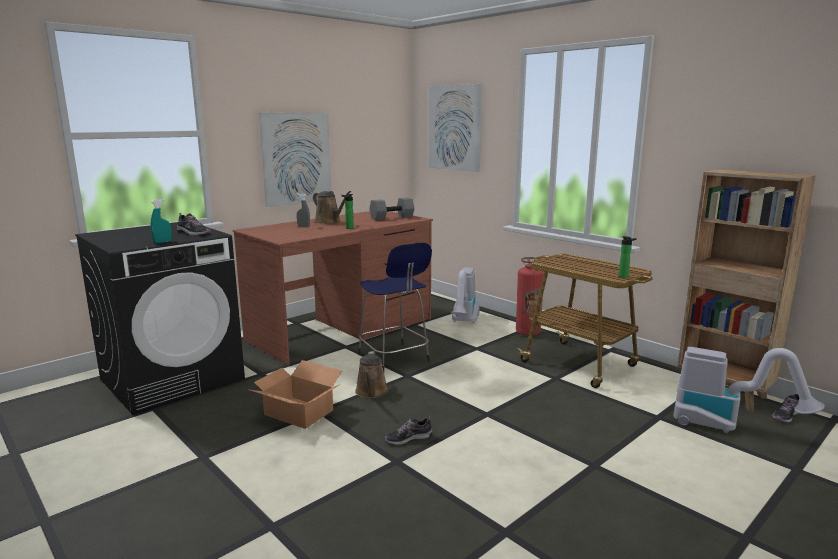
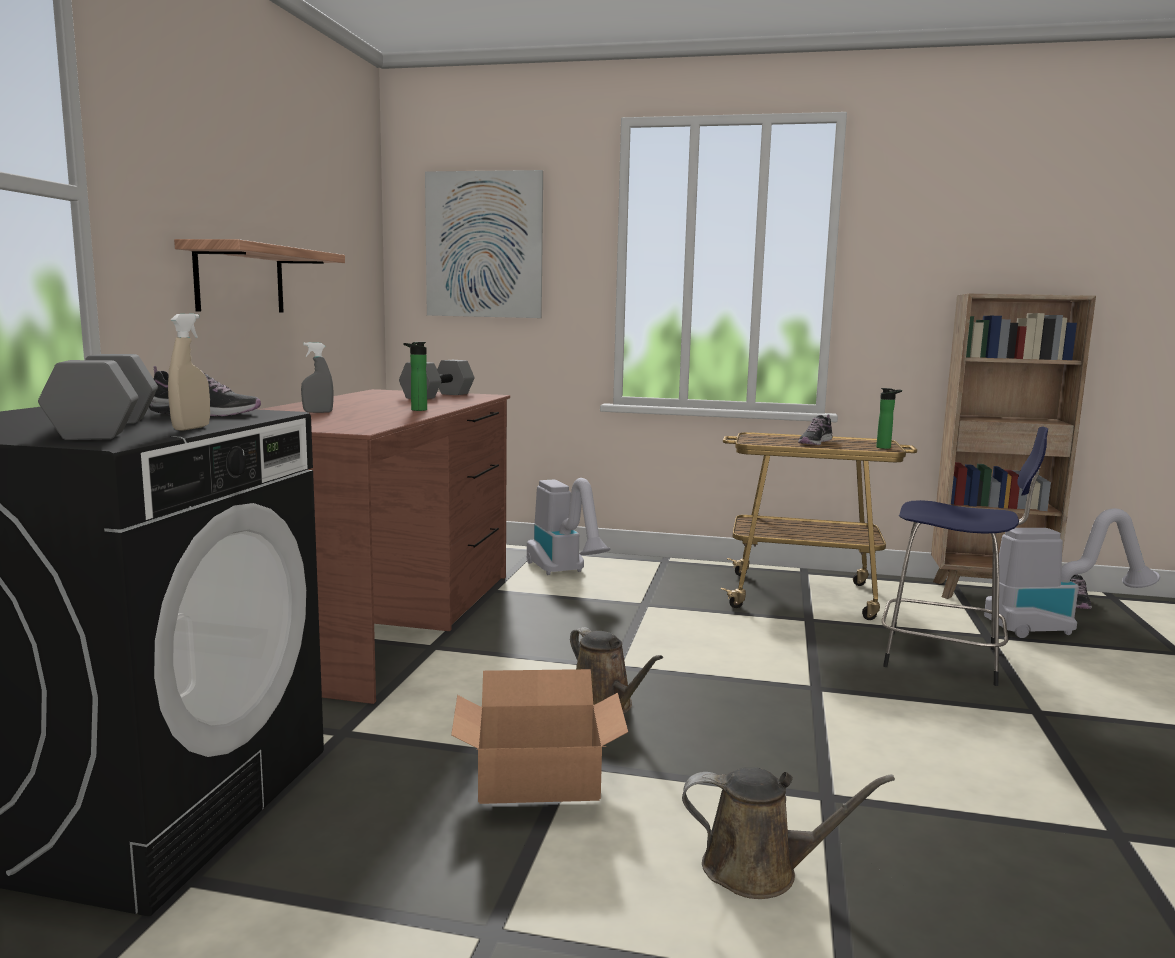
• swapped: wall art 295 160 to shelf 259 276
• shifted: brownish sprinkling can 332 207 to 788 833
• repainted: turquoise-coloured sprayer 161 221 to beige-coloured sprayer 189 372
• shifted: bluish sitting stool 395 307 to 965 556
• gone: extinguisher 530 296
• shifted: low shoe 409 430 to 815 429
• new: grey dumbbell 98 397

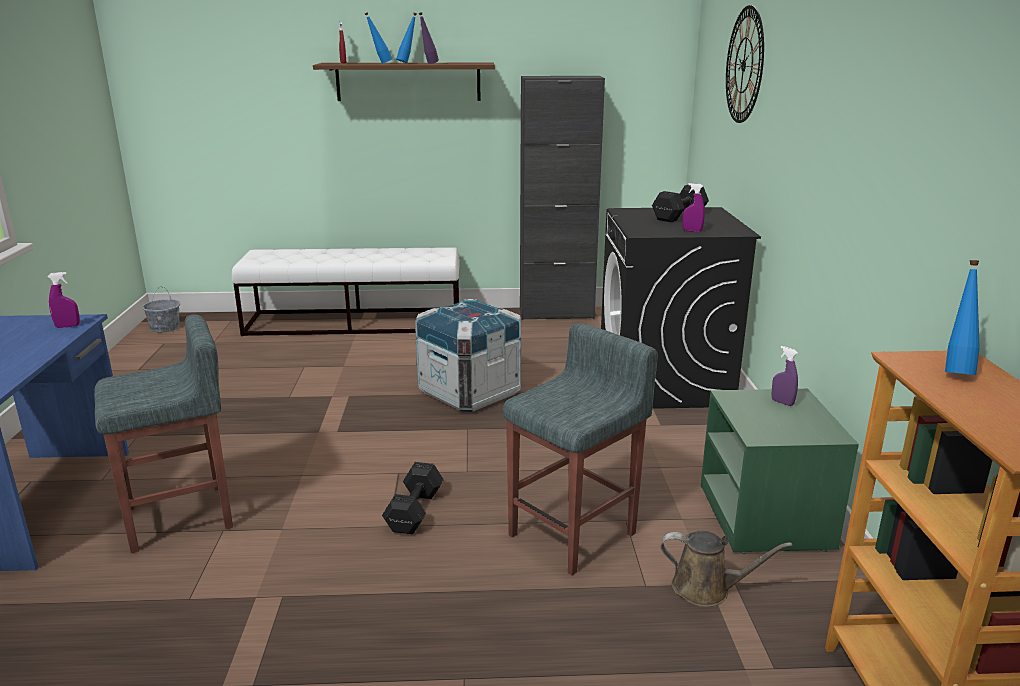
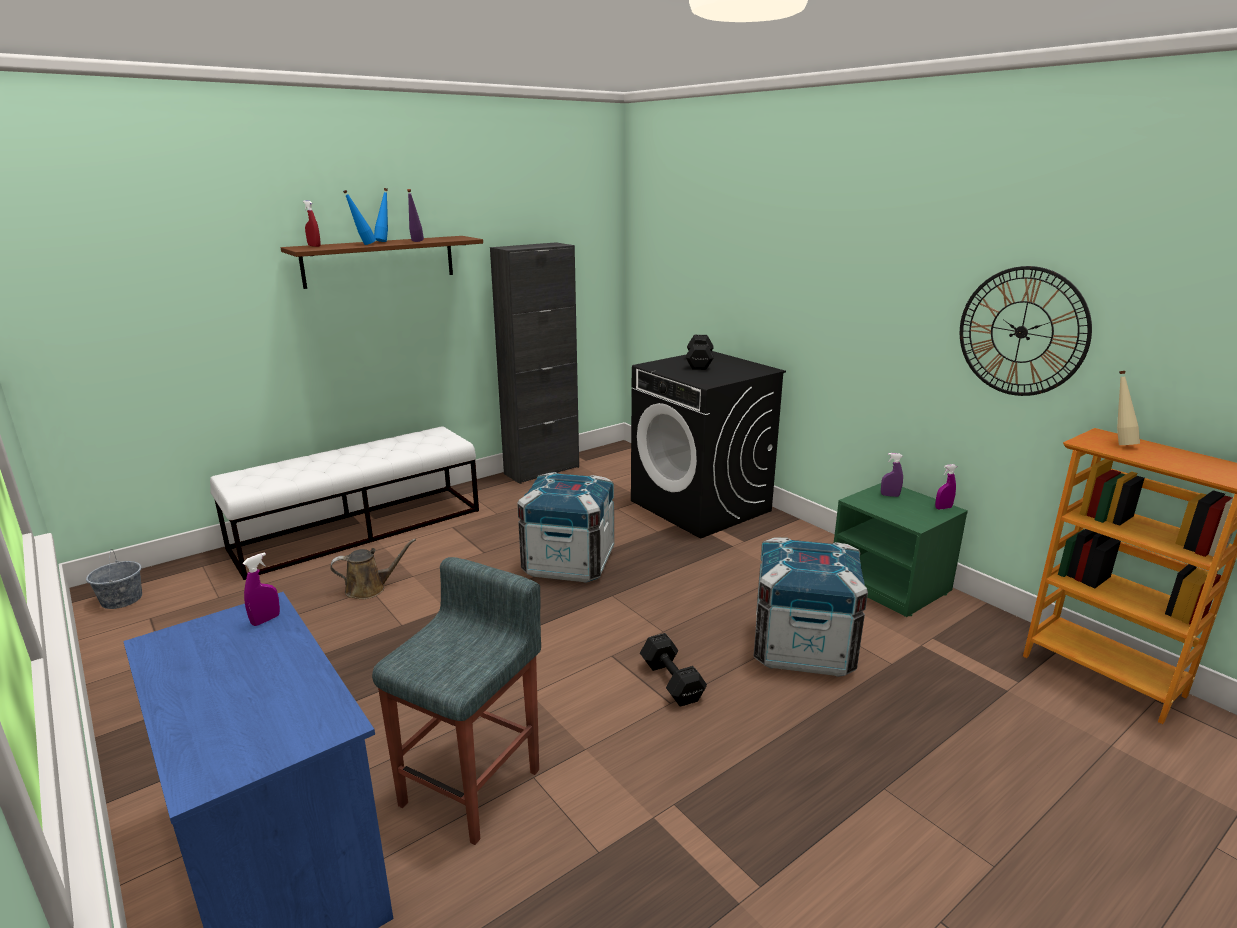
• shifted: hanging clock 745 64 to 1026 331
• shifted: purplish sprayer 693 207 to 946 486
• repainted: bluish drink bottle 962 317 to beige-coloured drink bottle 1128 408
• swapped: grey sitting stool 580 449 to shipping crate 811 607
• shifted: brownish sprinkling can 726 569 to 373 569

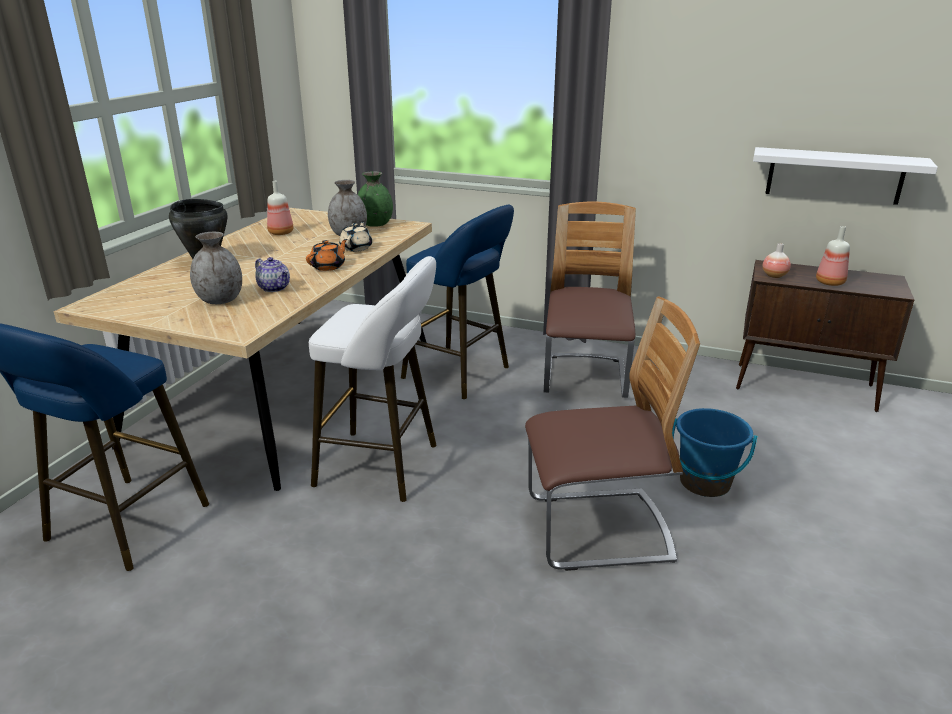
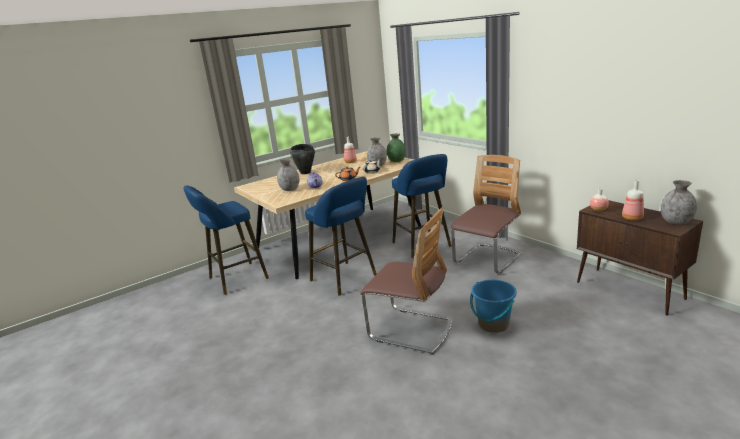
• gone: whitish shelf 845 176
• repainted: whitish sitting stool 373 379 to bluish sitting stool 341 236
• new: grey vase 679 202

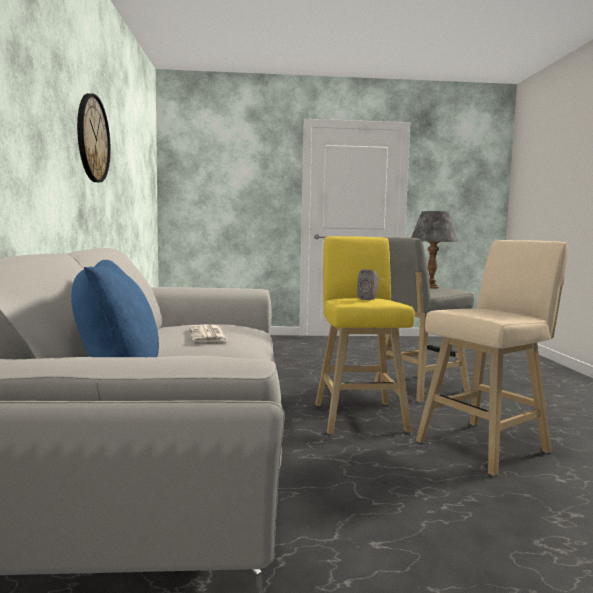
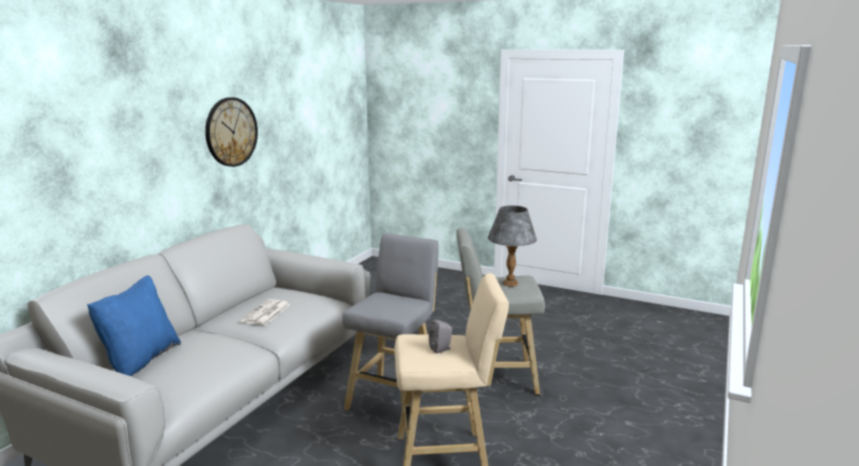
• repainted: yellow sitting stool 365 335 to grey sitting stool 390 321
• shifted: grey audio speaker 368 284 to 440 337

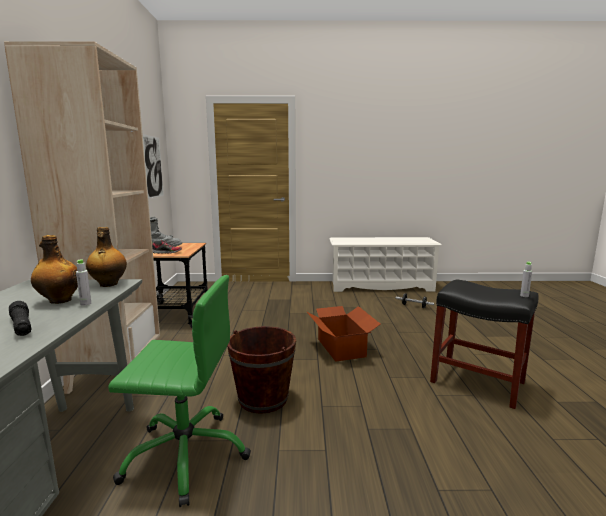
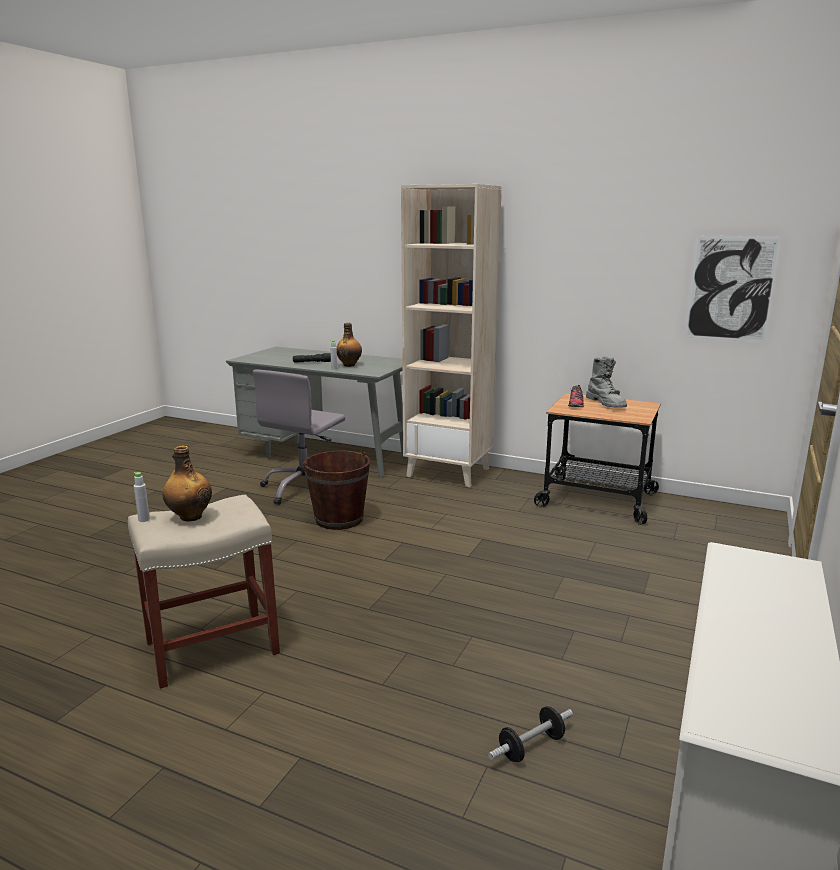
• shifted: drink bottle 106 257 to 187 484
• repainted: green computer chair 179 391 to grey computer chair 299 437
• repainted: black-coloured sitting stool 484 344 to beige-coloured sitting stool 204 592
• gone: carton 343 334

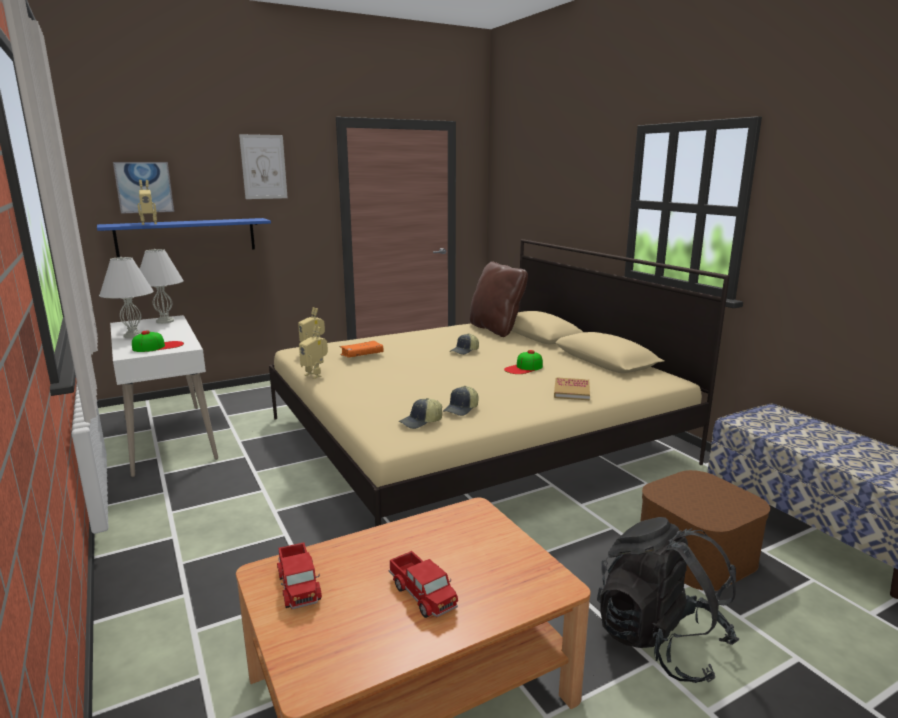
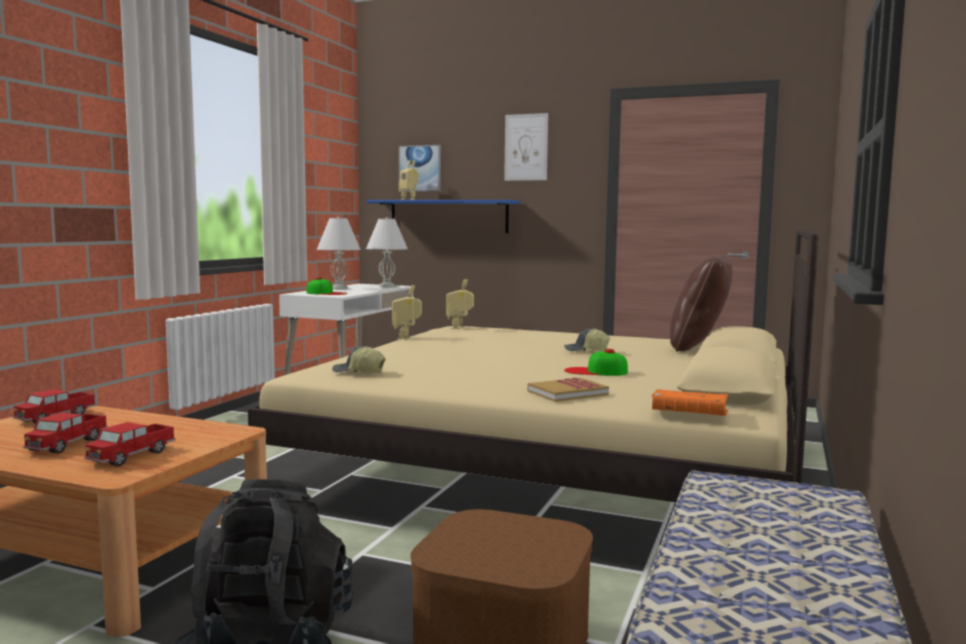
• shifted: orange volume 362 349 to 690 402
• gone: cap 460 401
• new: toy lorry 130 444

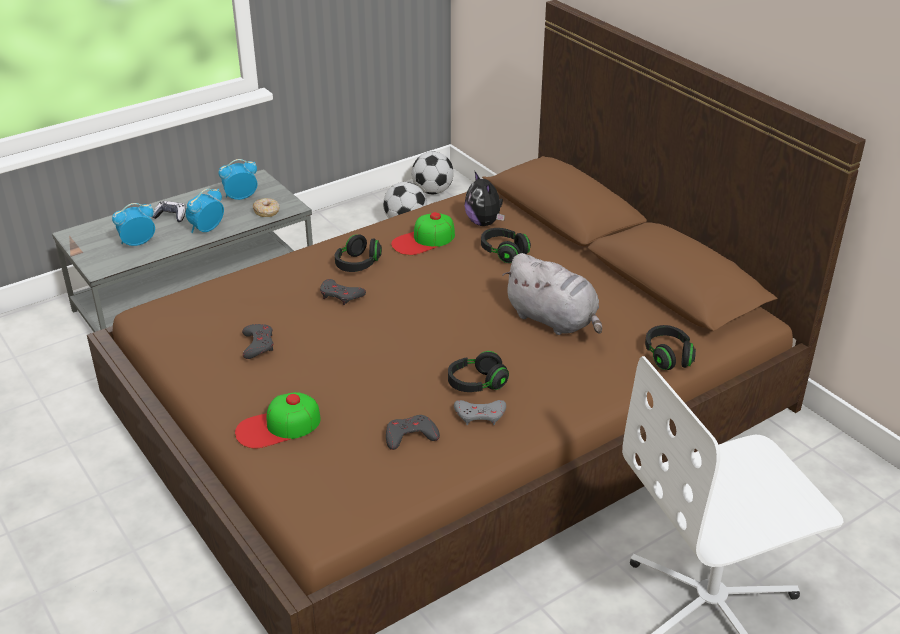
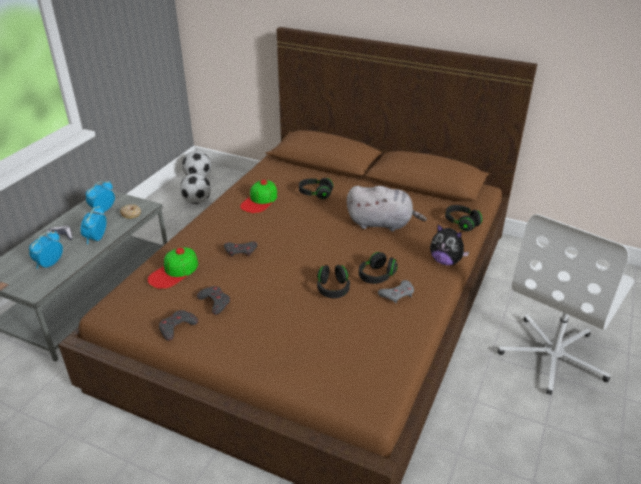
• shifted: soft toy 485 199 to 449 244
• shifted: black-coloured pair of headphones 358 253 to 333 281
• shifted: cap 278 420 to 173 268
• shifted: grey game controller 413 432 to 178 325

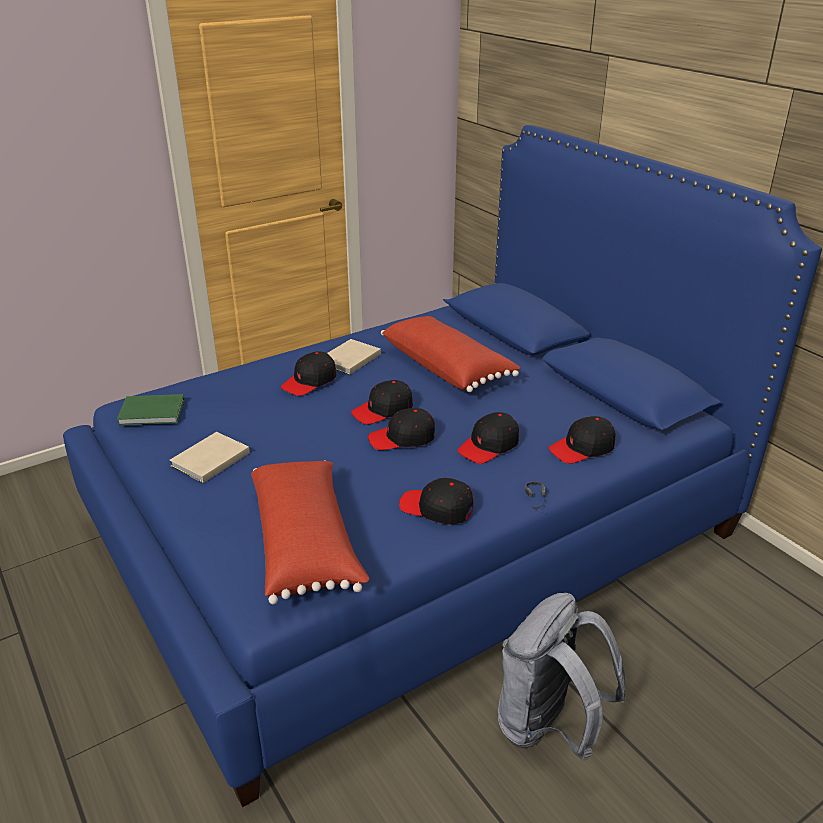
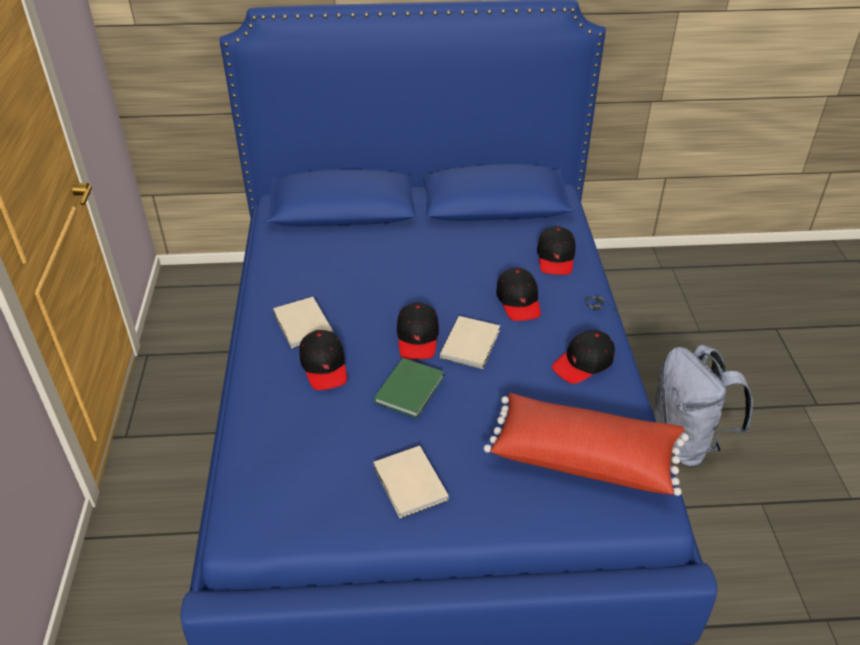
• gone: red cushion 450 354
• shifted: green volume 151 409 to 409 388
• swapped: black-coloured cap 401 429 to beige-coloured volume 470 342

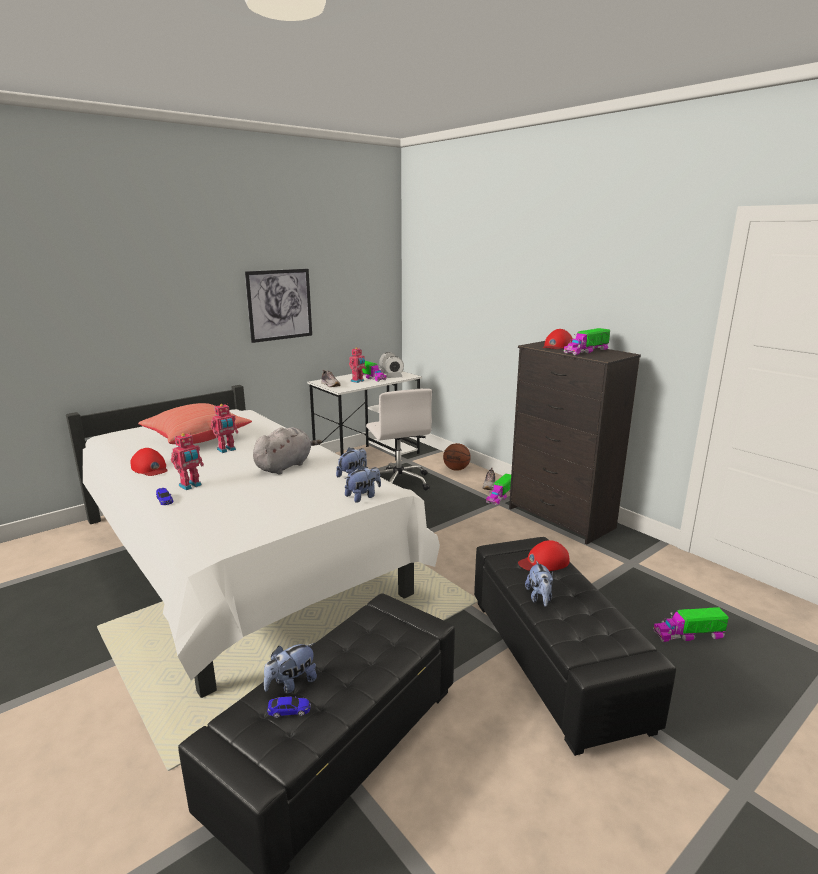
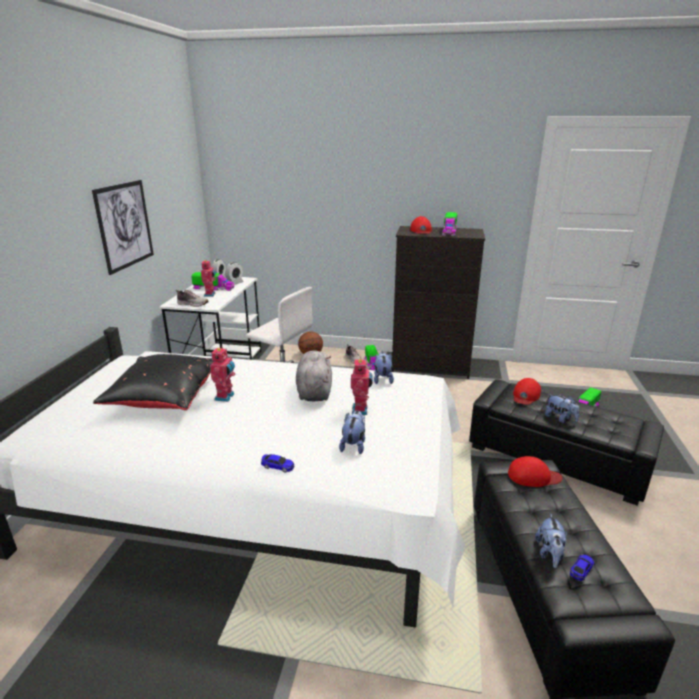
• repainted: red cushion 195 423 to black-coloured cushion 153 382
• shifted: toy robot 187 461 to 361 386
• shifted: red cap 149 462 to 535 471
• shifted: soft toy 363 484 to 352 432

